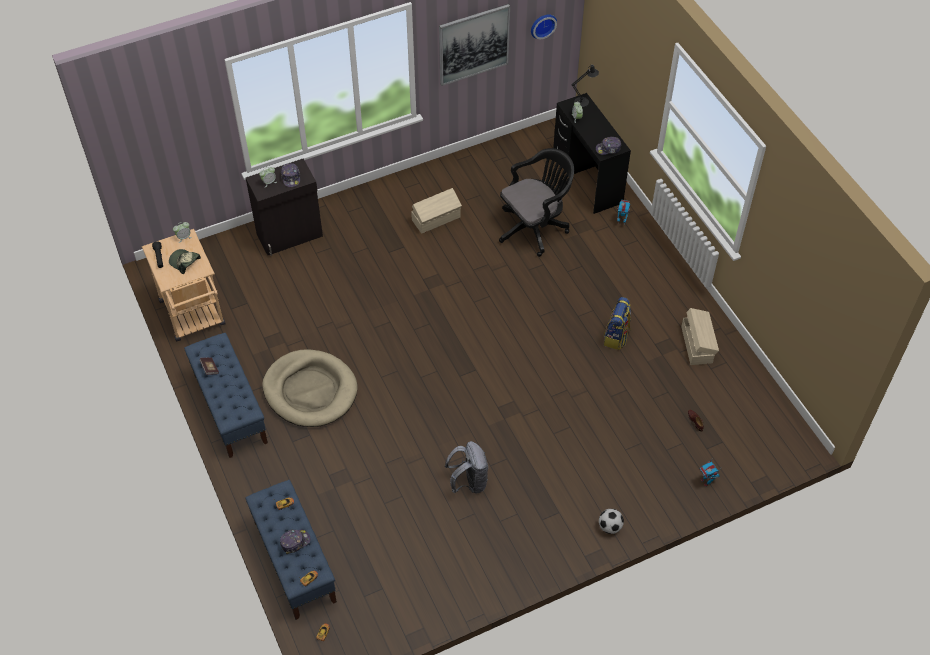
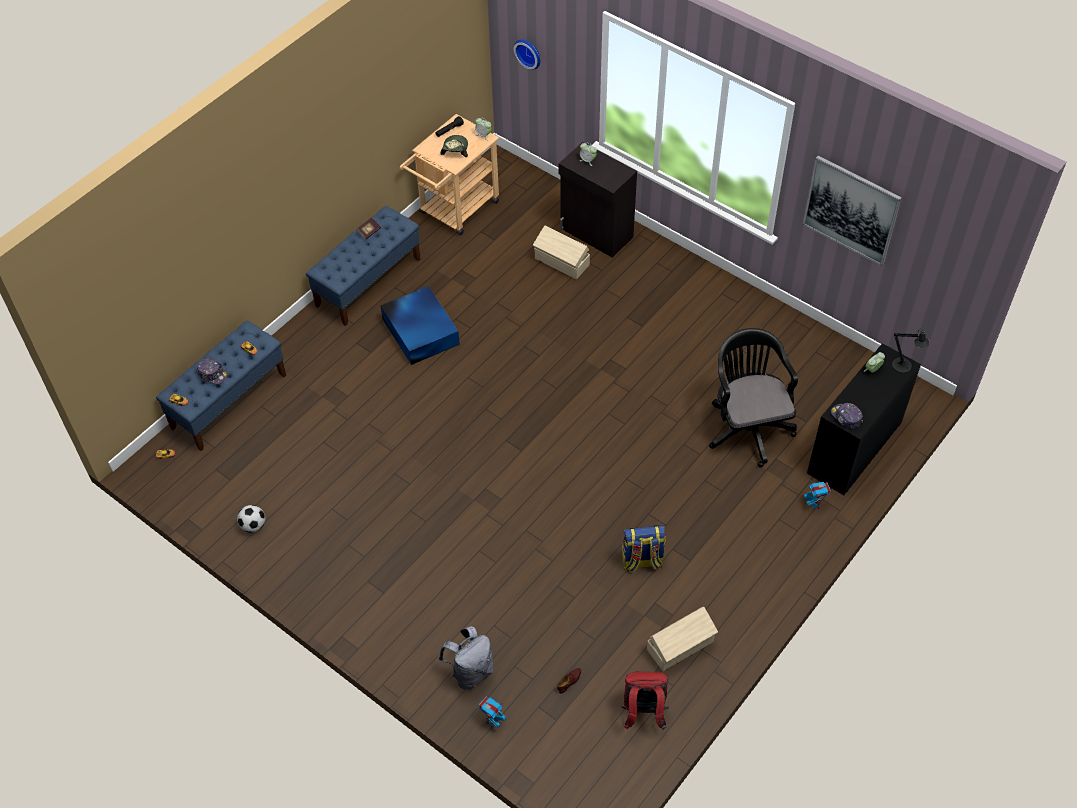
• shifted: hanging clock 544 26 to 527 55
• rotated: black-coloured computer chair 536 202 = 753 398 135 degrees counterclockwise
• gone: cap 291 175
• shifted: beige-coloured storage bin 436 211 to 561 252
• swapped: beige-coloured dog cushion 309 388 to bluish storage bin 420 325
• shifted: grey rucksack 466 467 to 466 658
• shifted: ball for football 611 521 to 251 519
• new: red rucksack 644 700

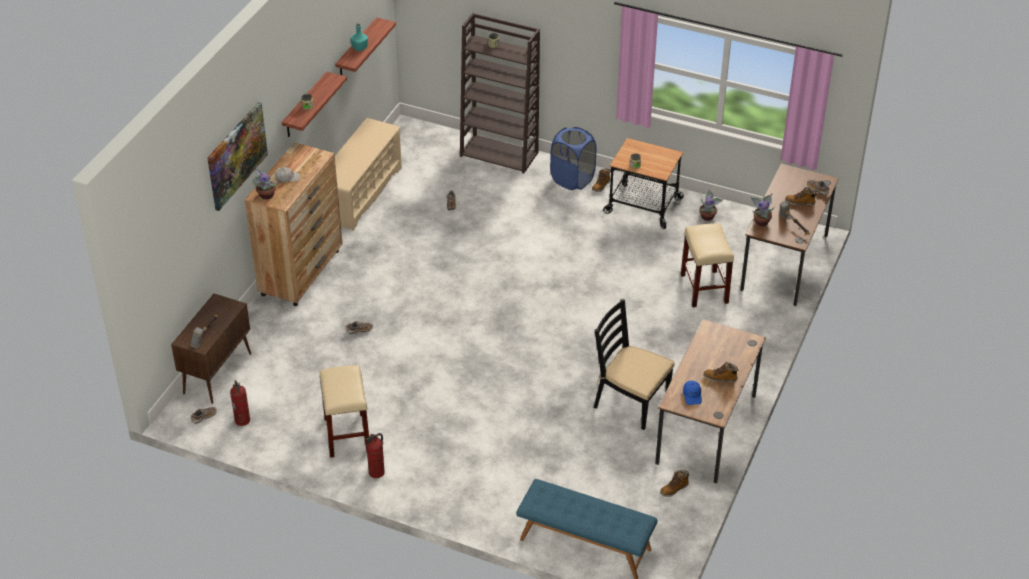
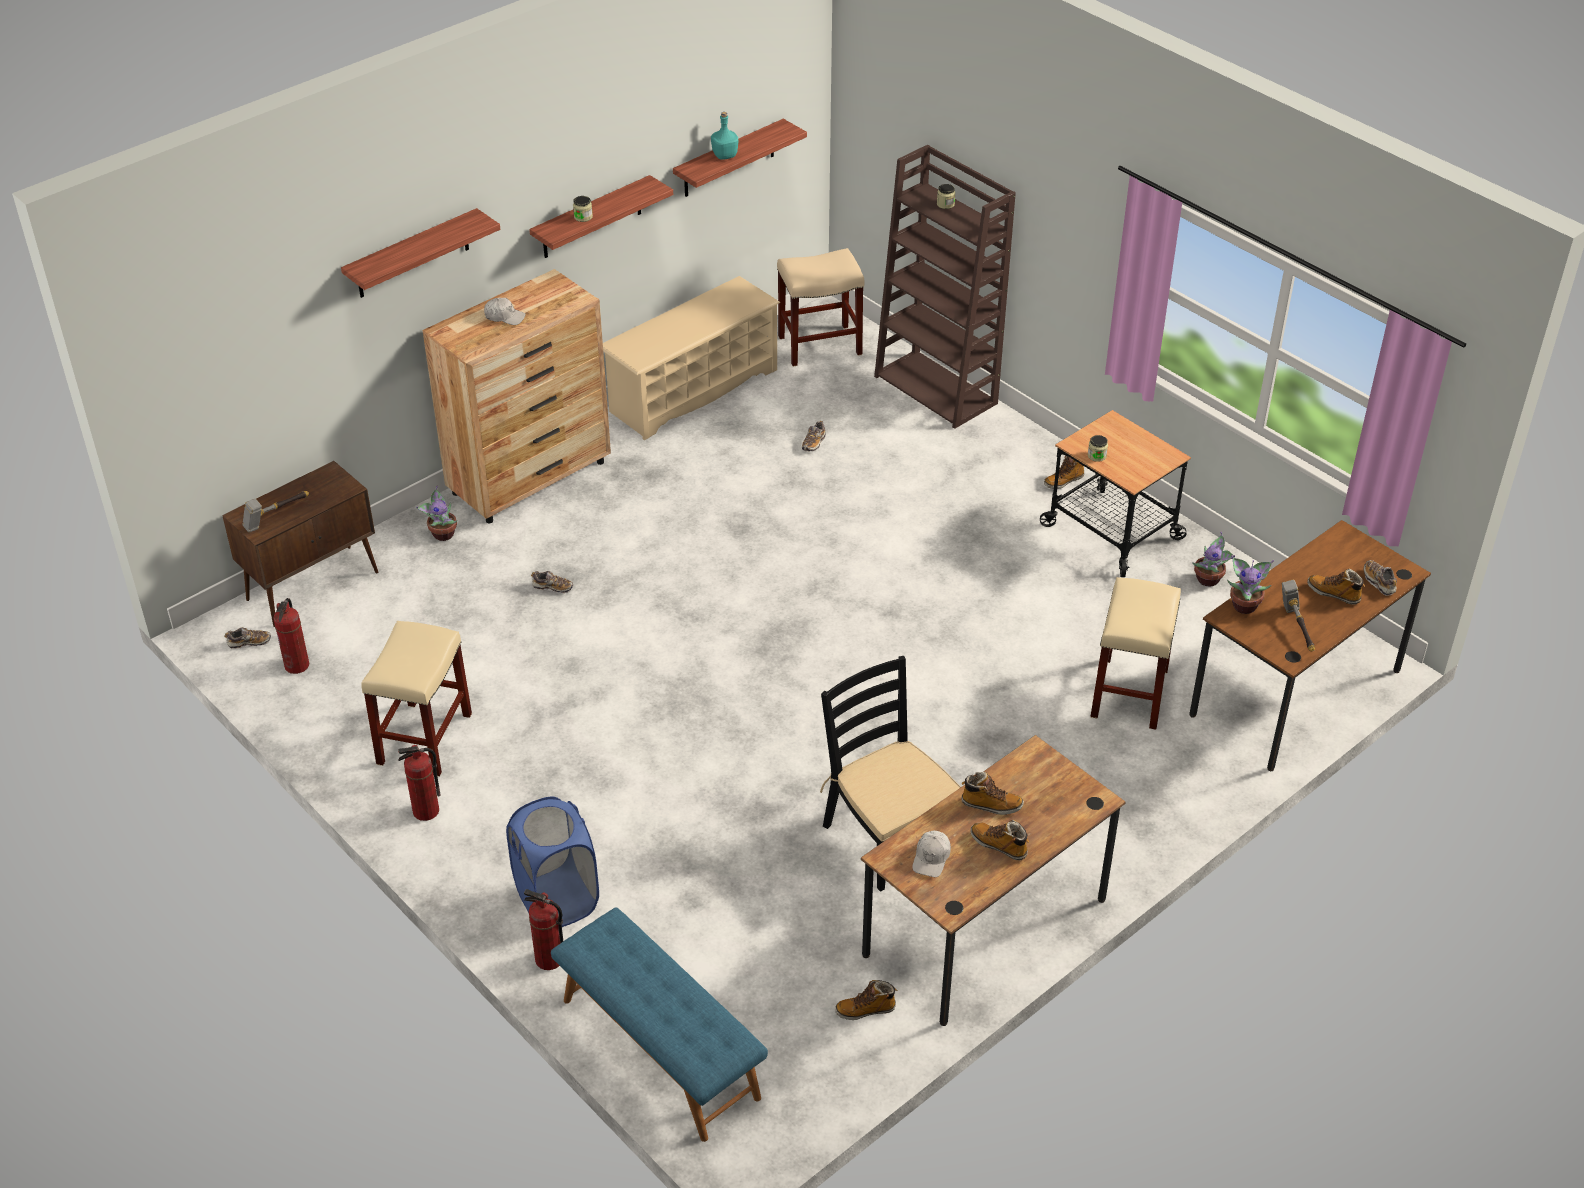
• swapped: wall art 237 156 to shelf 420 253
• shifted: bluish washing basket 573 158 to 552 862
• shifted: potted plant 265 182 to 437 513
• repainted: bluish cap 692 393 to whitish cap 931 854
• new: beige-coloured sitting stool 820 307
• new: boot 992 793
• new: extinguisher 543 929

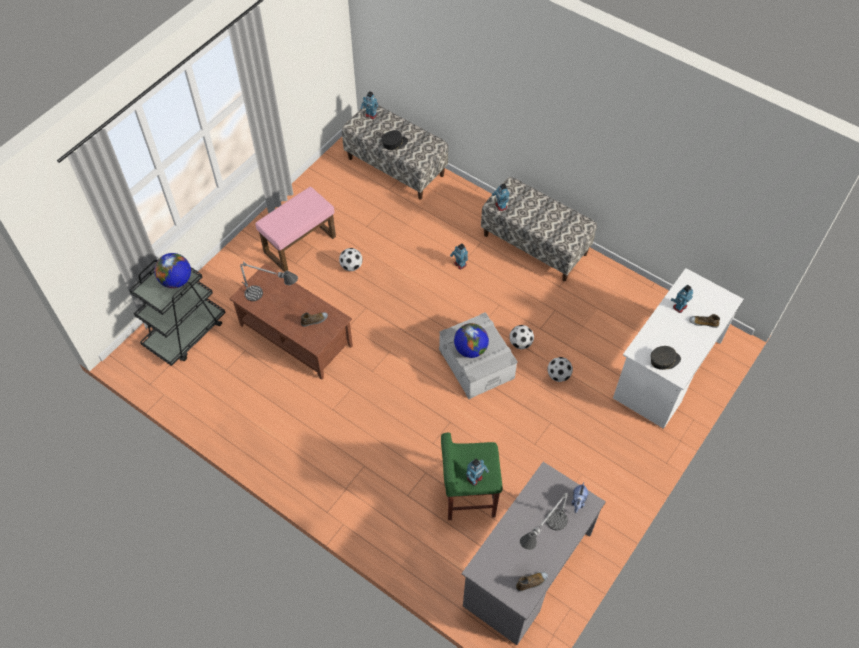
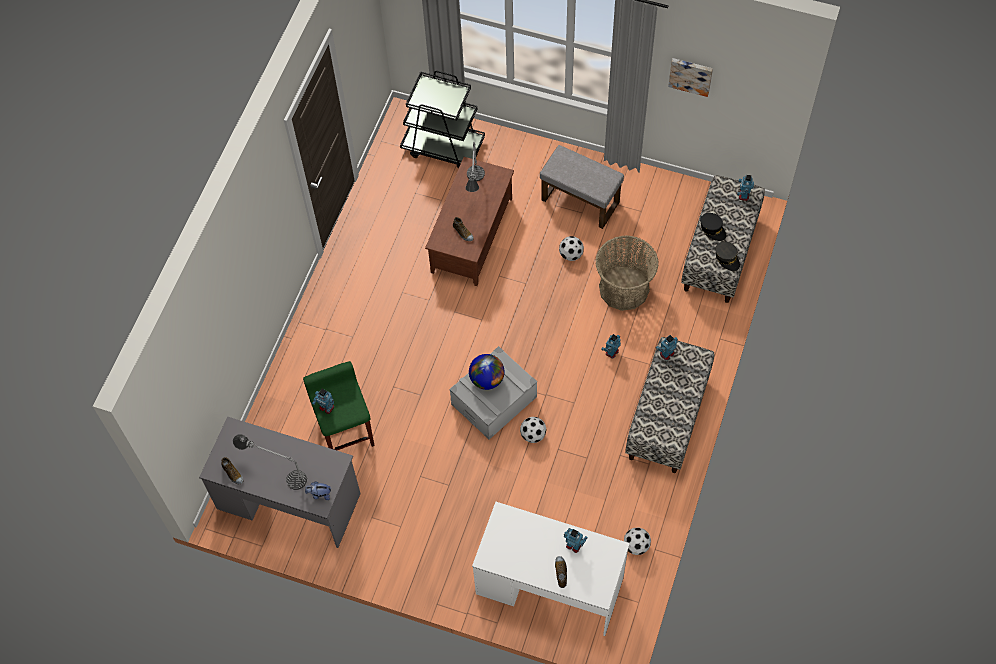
• repainted: pinkish ottoman 295 229 to grey ottoman 582 187
• gone: globe 172 270
• shifted: grey cap 666 358 to 727 256
• shifted: ball for football 560 369 to 637 541
• new: wall art 690 77
• new: storage basket 627 273

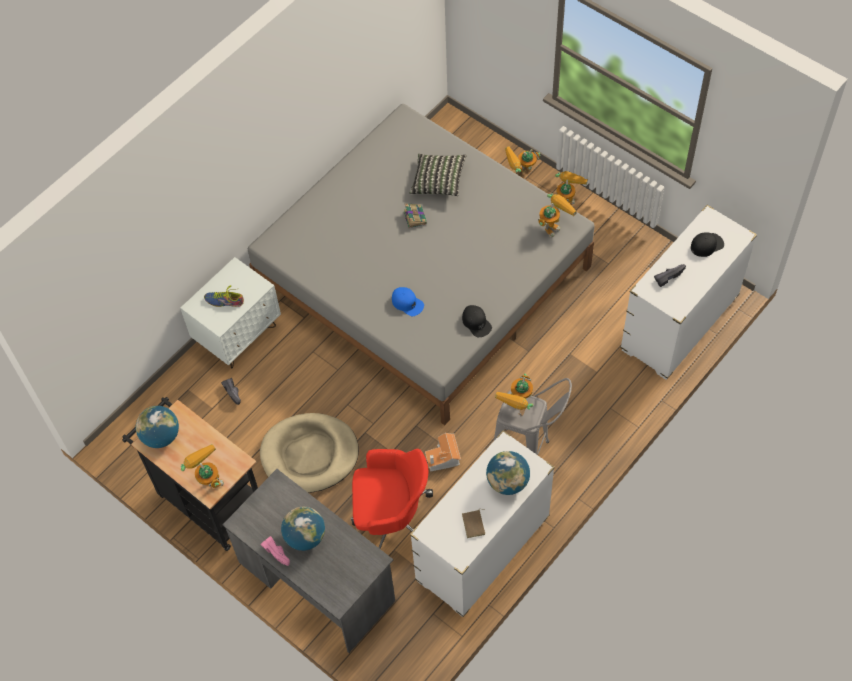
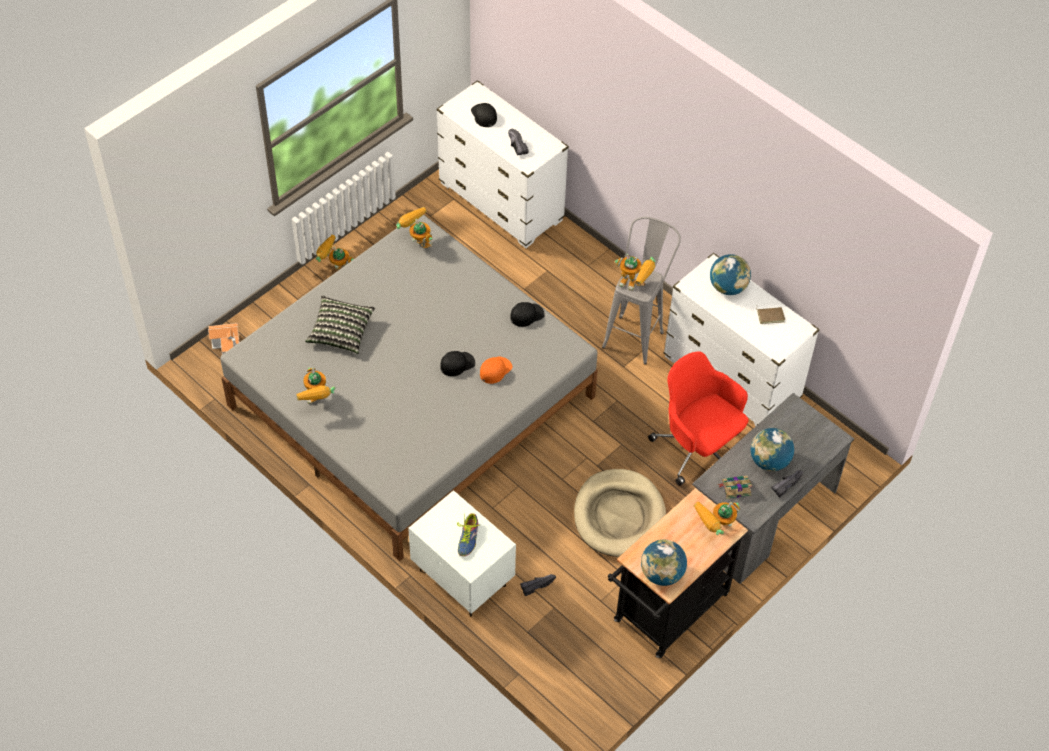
• shifted: toy robot 522 159 to 315 386
• shifted: volume 415 215 to 735 487
• repainted: bluish cap 408 301 to orange cap 496 370
• shifted: model house 443 452 to 223 339
• rotated: red computer chair 392 499 = 698 418 45 degrees counterclockwise
• repainted: pinkish low shoe 275 551 to black-coloured low shoe 787 484
• new: black-coloured cap 457 363

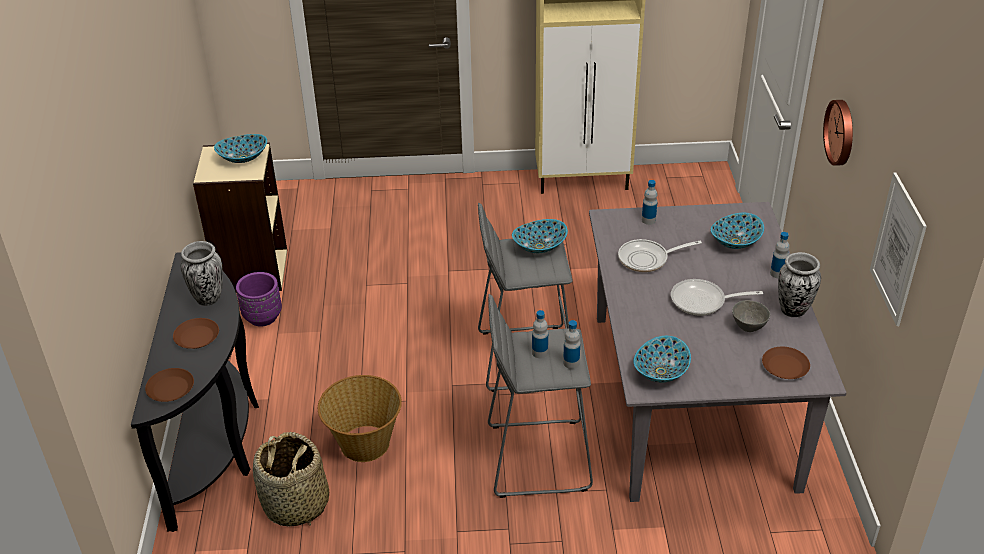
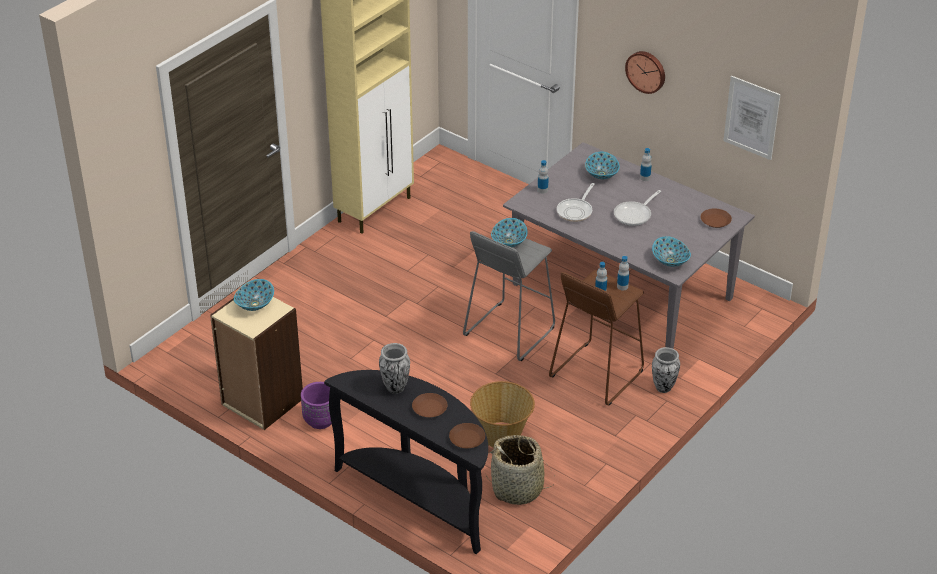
• shifted: vase 799 284 to 666 370
• repainted: grey sitting stool 540 396 to brownish sitting stool 596 338
• gone: grey serving bowl 751 316

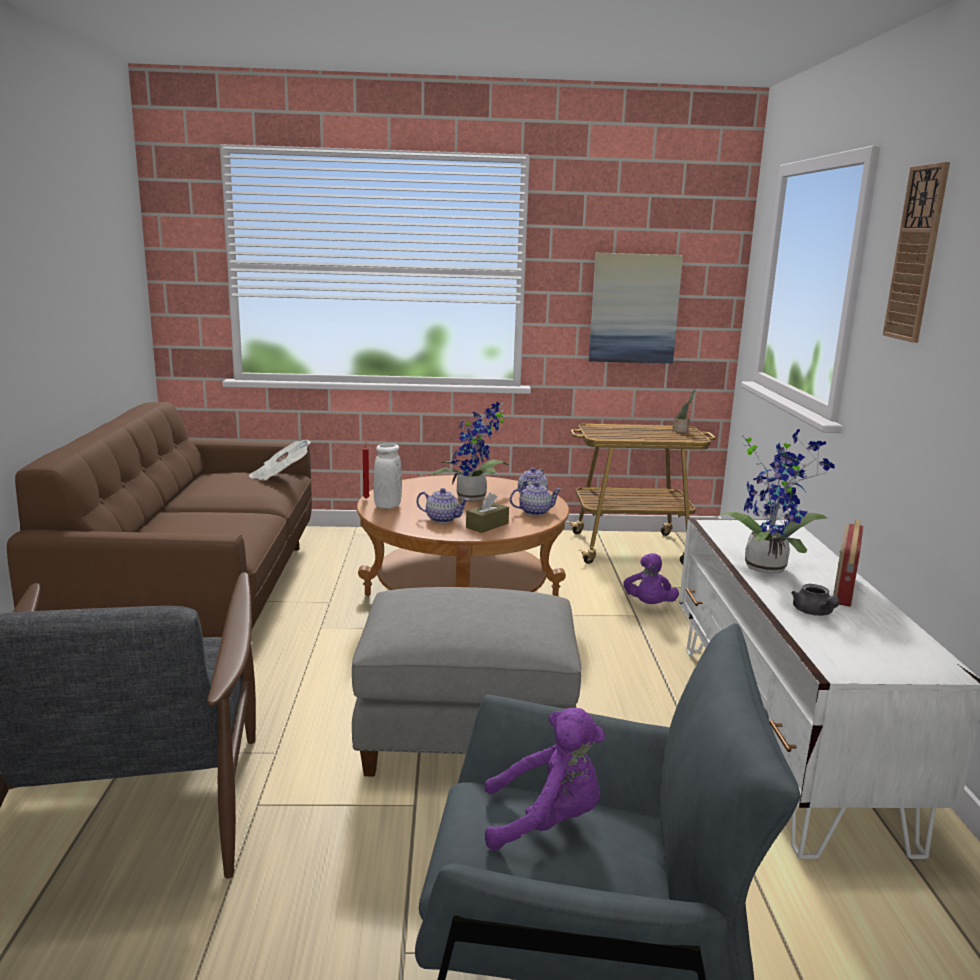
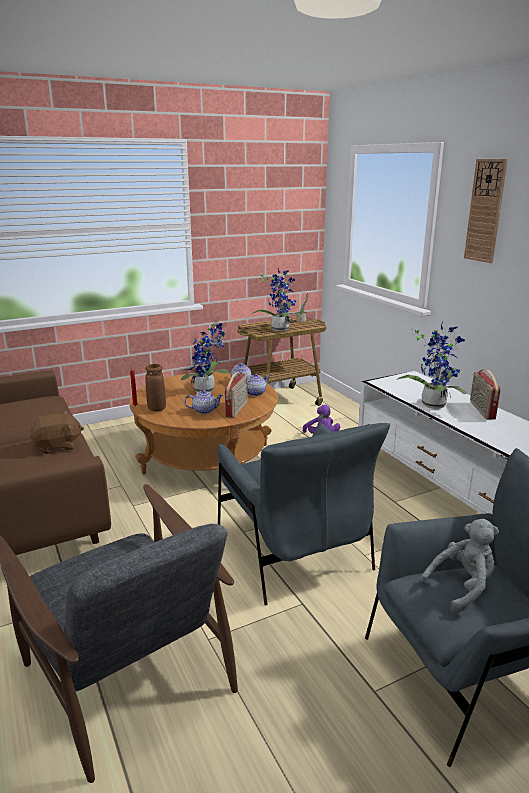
• gone: wall art 636 308
• gone: printed paper 280 460
• repainted: whitish vase 388 476 to brownish vase 155 387
• swapped: brownish tissue holder 487 513 to radio set 236 395
• gone: grey tea pot 815 600
• swapped: grey ottoman 466 682 to grey easy chair 303 514
• repainted: purplish soft toy 545 779 to grey soft toy 459 566
• new: potted plant 277 299
• new: brownish soft toy 57 432

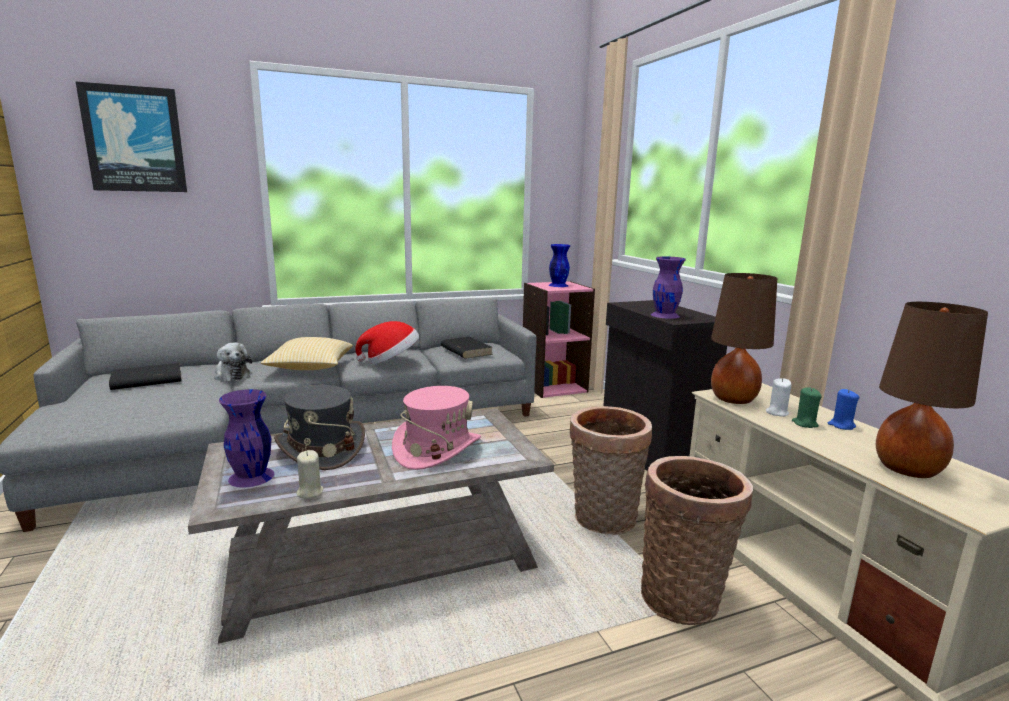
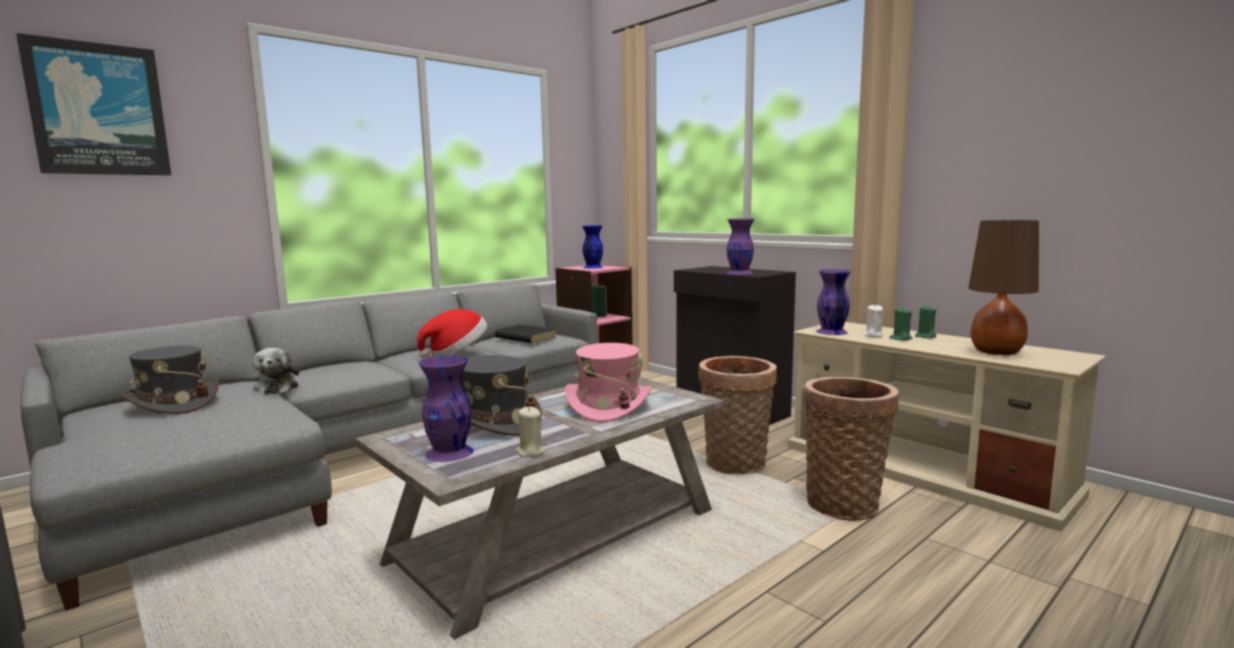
• swapped: brownish tabletop lamp 744 338 to purplish vase 833 302
• gone: cushion 307 353
• rotated: soft toy 233 362 = 276 371 45 degrees clockwise
• swapped: black-coloured volume 145 376 to grey clothing hat 169 380
• repainted: bluish wax light 843 409 to green wax light 926 322

